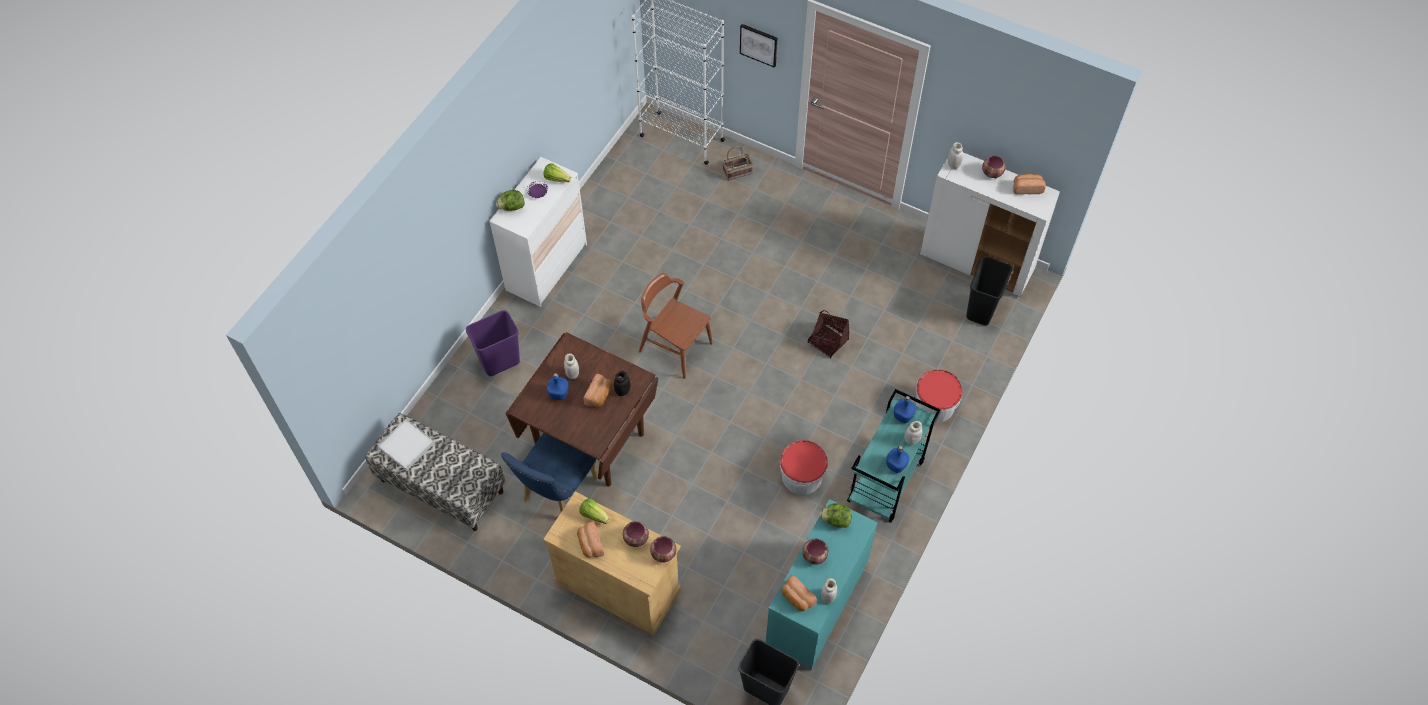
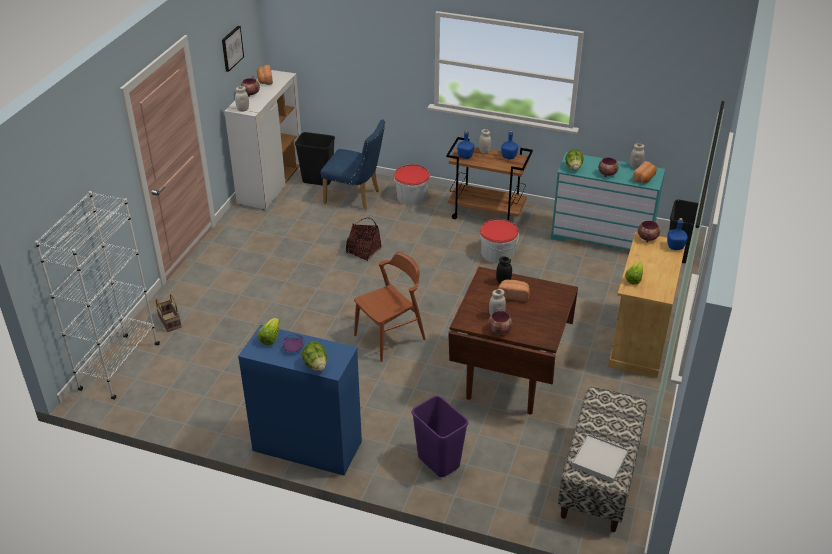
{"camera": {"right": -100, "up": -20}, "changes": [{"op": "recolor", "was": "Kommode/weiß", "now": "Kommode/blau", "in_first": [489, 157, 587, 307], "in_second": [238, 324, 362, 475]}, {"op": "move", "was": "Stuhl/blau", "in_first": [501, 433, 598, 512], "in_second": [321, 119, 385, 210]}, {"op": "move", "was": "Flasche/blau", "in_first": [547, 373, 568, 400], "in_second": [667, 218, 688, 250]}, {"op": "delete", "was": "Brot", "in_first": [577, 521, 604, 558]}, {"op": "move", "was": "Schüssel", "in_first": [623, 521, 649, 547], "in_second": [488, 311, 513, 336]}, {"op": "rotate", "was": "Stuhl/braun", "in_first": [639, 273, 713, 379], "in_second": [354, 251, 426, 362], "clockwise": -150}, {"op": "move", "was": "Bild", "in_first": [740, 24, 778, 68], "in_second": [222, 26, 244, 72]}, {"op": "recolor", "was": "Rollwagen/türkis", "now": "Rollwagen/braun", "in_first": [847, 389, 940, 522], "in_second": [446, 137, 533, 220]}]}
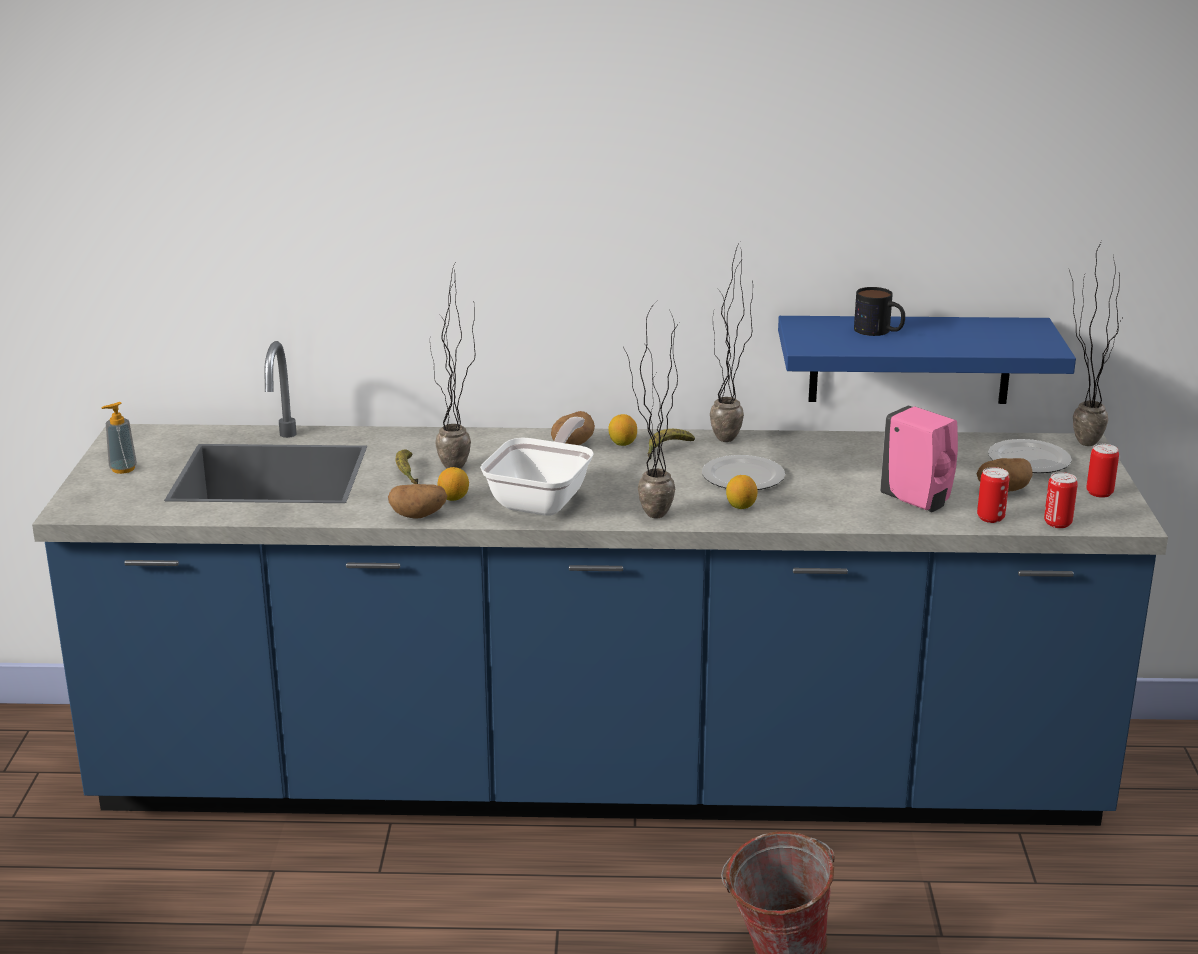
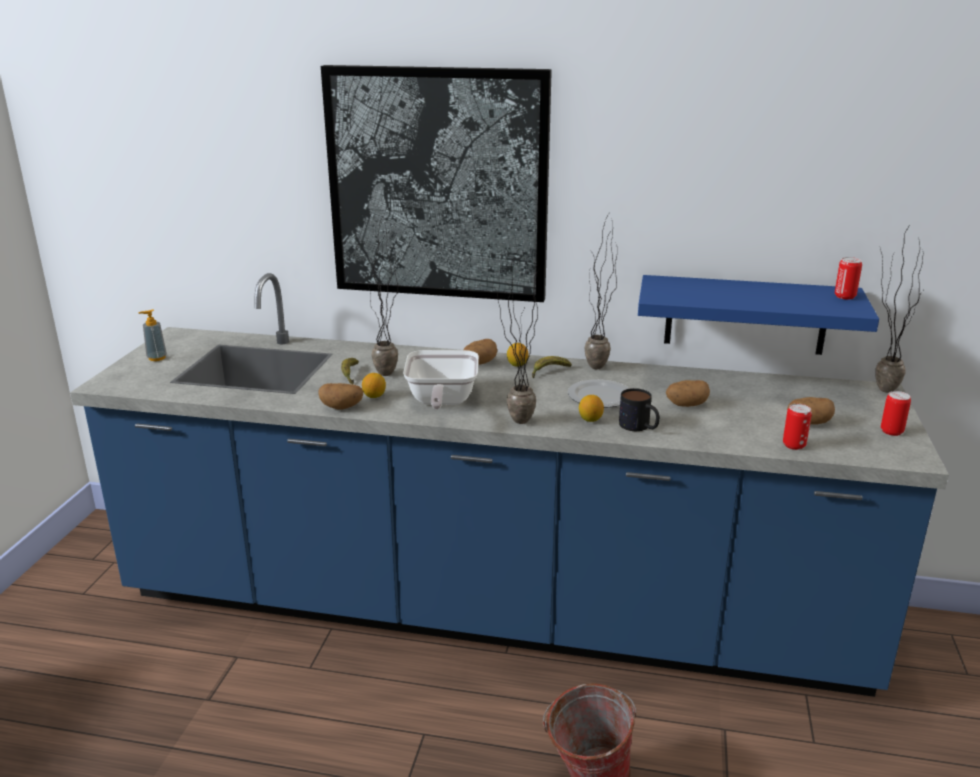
{"camera": {"right": 10, "up": 0}, "changes": [{"op": "rotate", "was": "Pfanne", "in_first": [480, 417, 594, 516], "in_second": [403, 350, 479, 410], "clockwise": 150}, {"op": "move", "was": "Henkelbecher", "in_first": [854, 287, 905, 336], "in_second": [619, 388, 660, 431]}, {"op": "delete", "was": "Seifenspender/rosa", "in_first": [880, 405, 958, 512]}, {"op": "delete", "was": "Teller", "in_first": [988, 439, 1072, 473]}, {"op": "move", "was": "Dose", "in_first": [1044, 472, 1078, 528], "in_second": [835, 257, 862, 300]}, {"op": "insert", "now": "Bild", "in_second": [321, 65, 552, 302]}, {"op": "insert", "now": "Kartoffel", "in_second": [666, 380, 710, 407]}]}
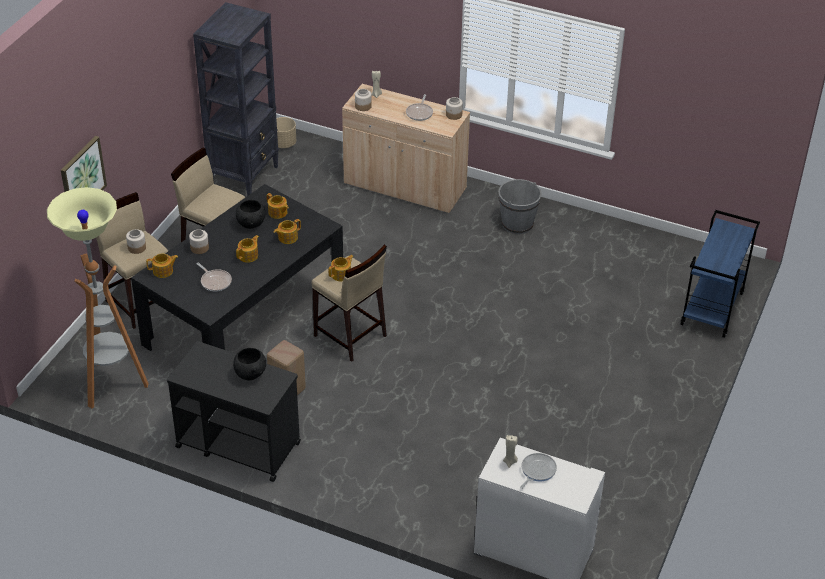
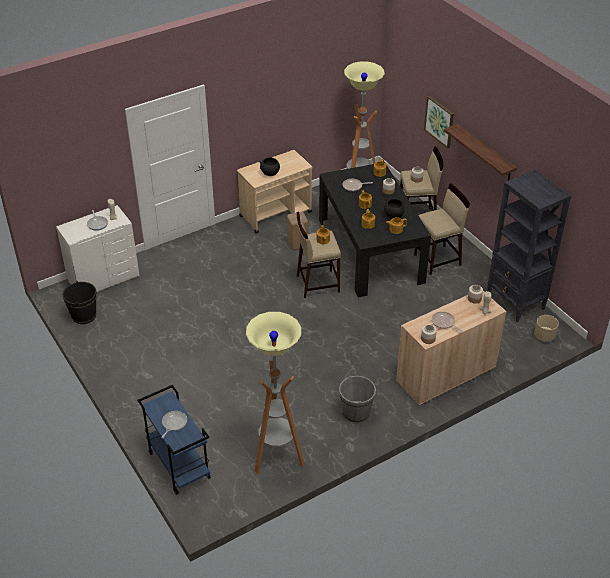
{"camera": {"right": 125, "up": 0}, "changes": [{"op": "recolor", "was": "Rollwagen/schwarz", "now": "Rollwagen/beige", "in_first": [167, 341, 301, 482], "in_second": [237, 150, 313, 233]}, {"op": "insert", "now": "Eimer/schwarz", "in_second": [62, 281, 97, 324]}, {"op": "insert", "now": "Pfanne", "in_second": [161, 411, 187, 438]}, {"op": "insert", "now": "Stehlampe", "in_second": [246, 312, 305, 474]}, {"op": "insert", "now": "Wandregal", "in_second": [444, 124, 517, 180]}]}
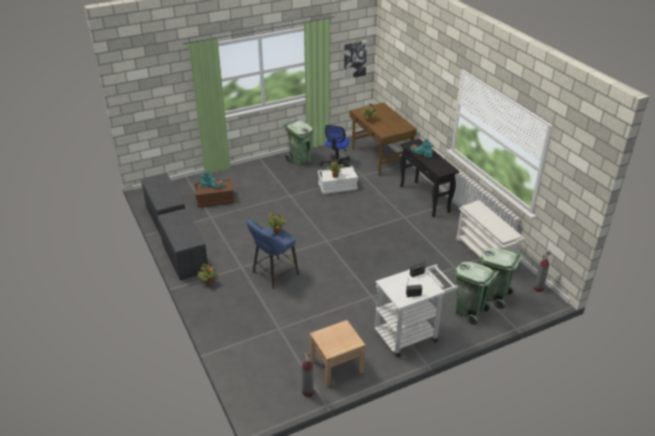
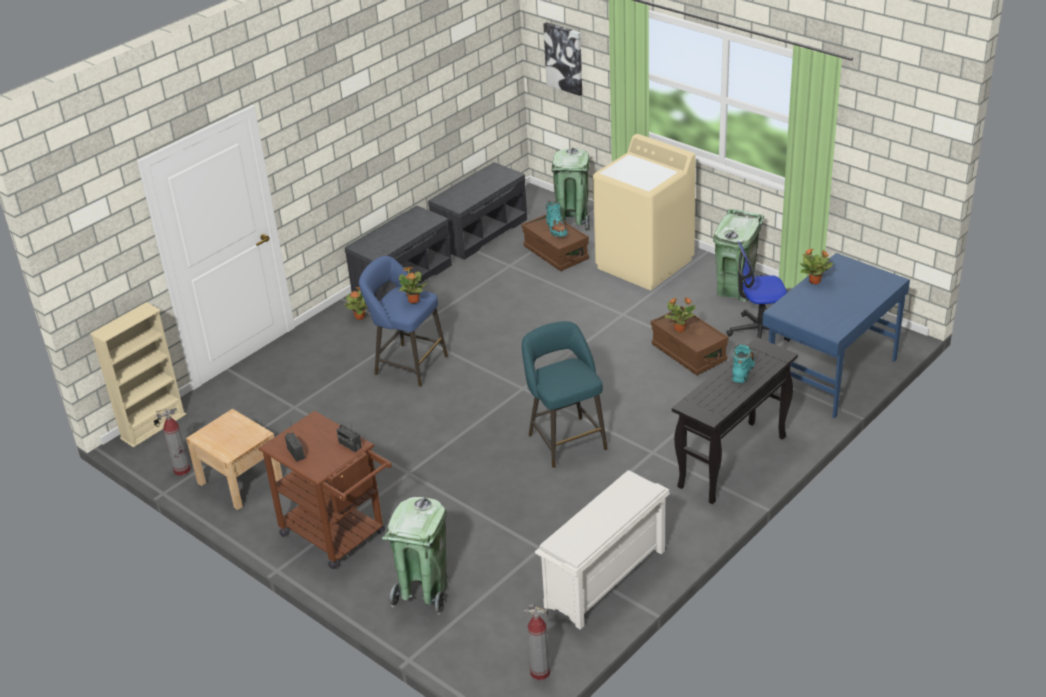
{"camera": {"right": 70, "up": 0}, "changes": [{"op": "recolor", "was": "Aufbewahrungsbox/weiß", "now": "Aufbewahrungsbox/braun", "in_first": [318, 166, 358, 194], "in_second": [651, 306, 728, 375]}, {"op": "move", "was": "Bild", "in_first": [344, 40, 367, 80], "in_second": [543, 22, 582, 96]}, {"op": "recolor", "was": "Schreibtisch/braun", "now": "Schreibtisch/blau", "in_first": [349, 102, 417, 176], "in_second": [762, 253, 910, 418]}, {"op": "recolor", "was": "Rollwagen/weiß", "now": "Rollwagen/braun", "in_first": [375, 265, 458, 357], "in_second": [258, 411, 392, 569]}, {"op": "move", "was": "Mülleimer/grün", "in_first": [480, 248, 523, 310], "in_second": [552, 147, 590, 231]}, {"op": "insert", "now": "Bücherregal/beige", "in_second": [90, 302, 186, 448]}, {"op": "insert", "now": "Hocker/türkis", "in_second": [522, 321, 607, 468]}, {"op": "insert", "now": "Waschmaschine/beige", "in_second": [593, 134, 695, 290]}]}
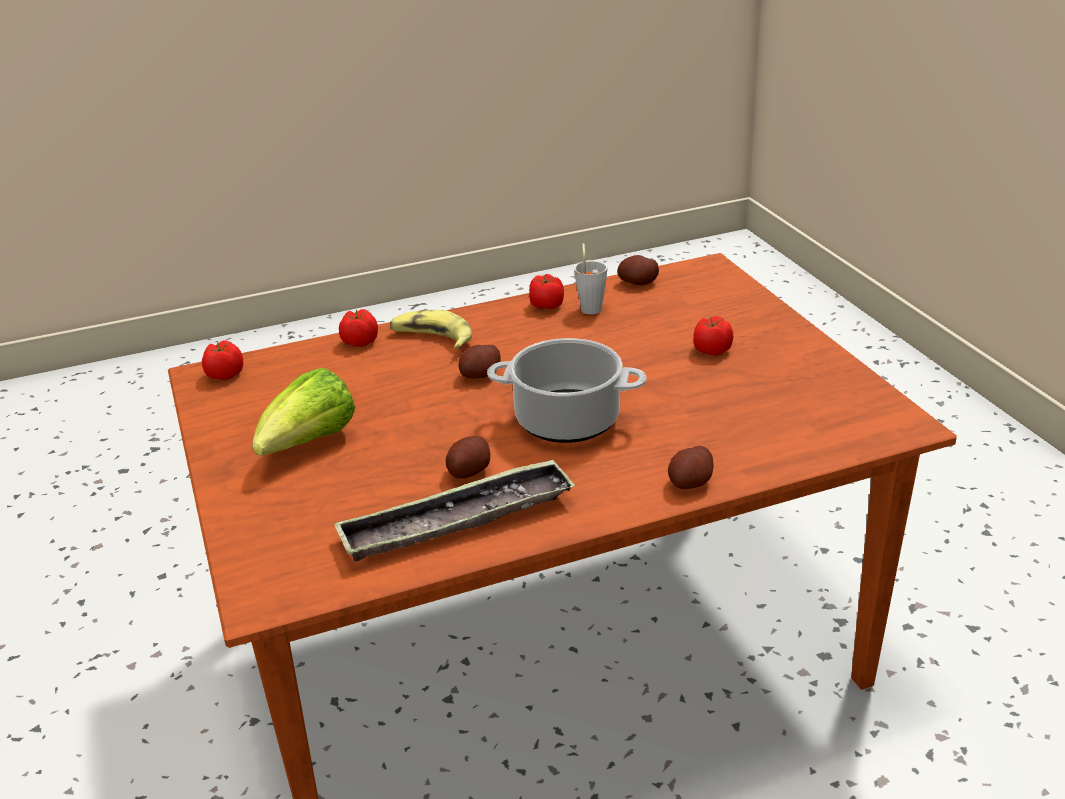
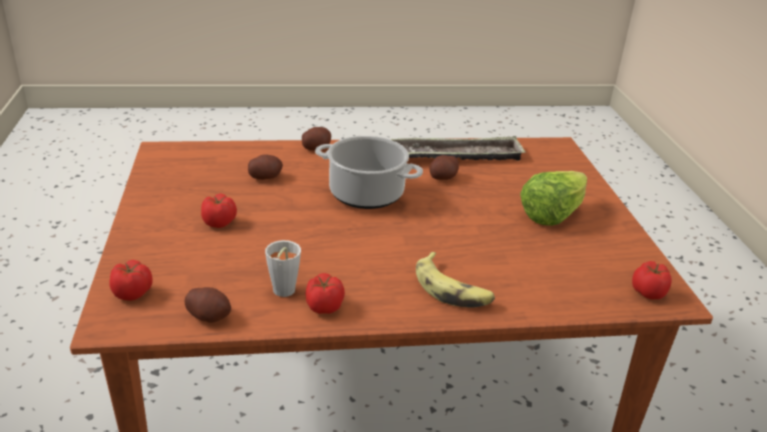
{"camera": {"right": -170, "up": 0}, "changes": [{"op": "move", "was": "Tomate", "in_first": [339, 309, 378, 347], "in_second": [109, 260, 153, 301]}, {"op": "move", "was": "Kartoffel", "in_first": [459, 345, 501, 379], "in_second": [248, 154, 283, 180]}]}
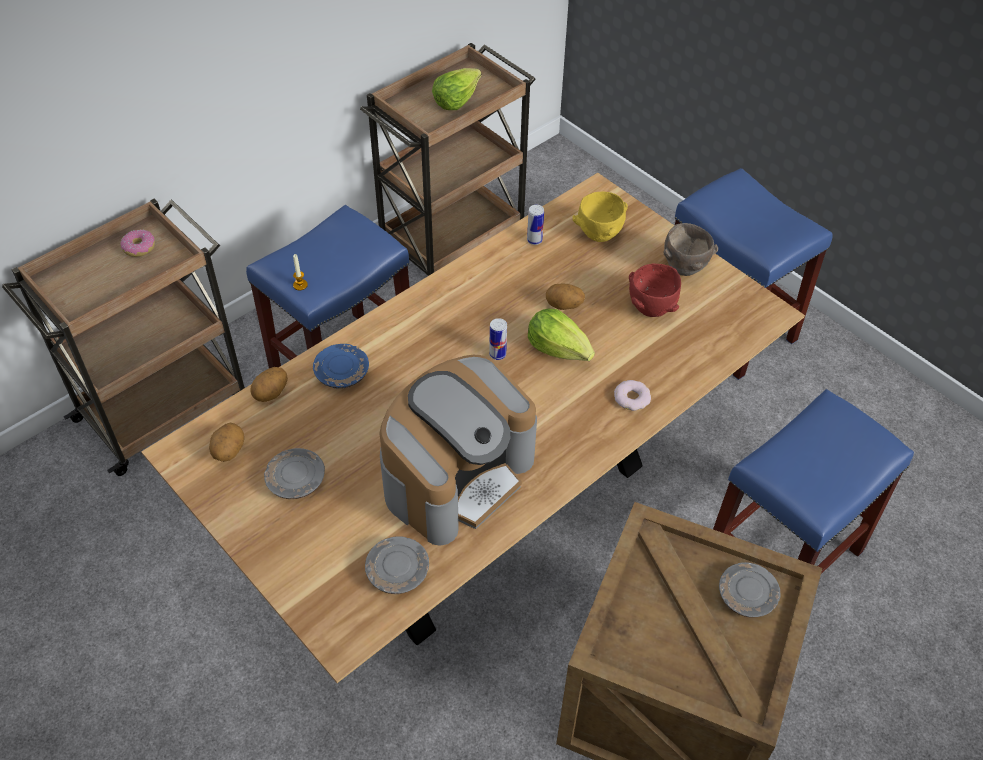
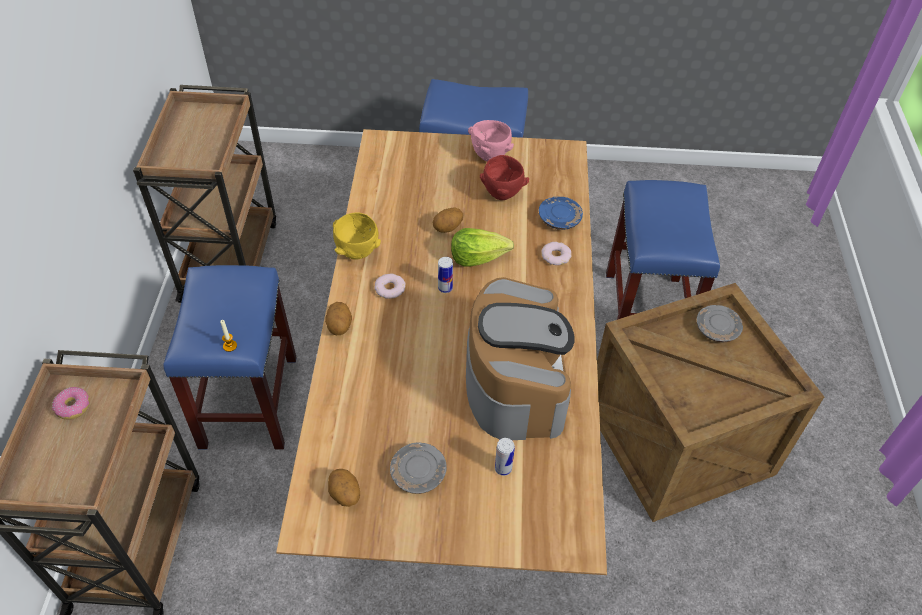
{"camera": {"right": -45, "up": 0}, "changes": [{"op": "move", "was": "Kartoffel", "in_first": [250, 367, 288, 402], "in_second": [325, 302, 352, 335]}, {"op": "move", "was": "Teller/blau", "in_first": [313, 344, 369, 389], "in_second": [539, 197, 583, 230]}, {"op": "delete", "was": "Teller/grau", "in_first": [365, 536, 429, 594]}, {"op": "delete", "was": "Salatkopf", "in_first": [432, 68, 482, 110]}, {"op": "move", "was": "Dose", "in_first": [527, 205, 544, 245], "in_second": [495, 438, 515, 476]}, {"op": "move", "was": "Schüssel/gelb", "in_first": [572, 192, 628, 242], "in_second": [333, 212, 381, 260]}, {"op": "recolor", "was": "Schüssel/braun", "now": "Schüssel/rosa", "in_first": [663, 223, 718, 276], "in_second": [468, 120, 514, 162]}, {"op": "insert", "now": "Donut", "in_second": [374, 274, 406, 299]}]}
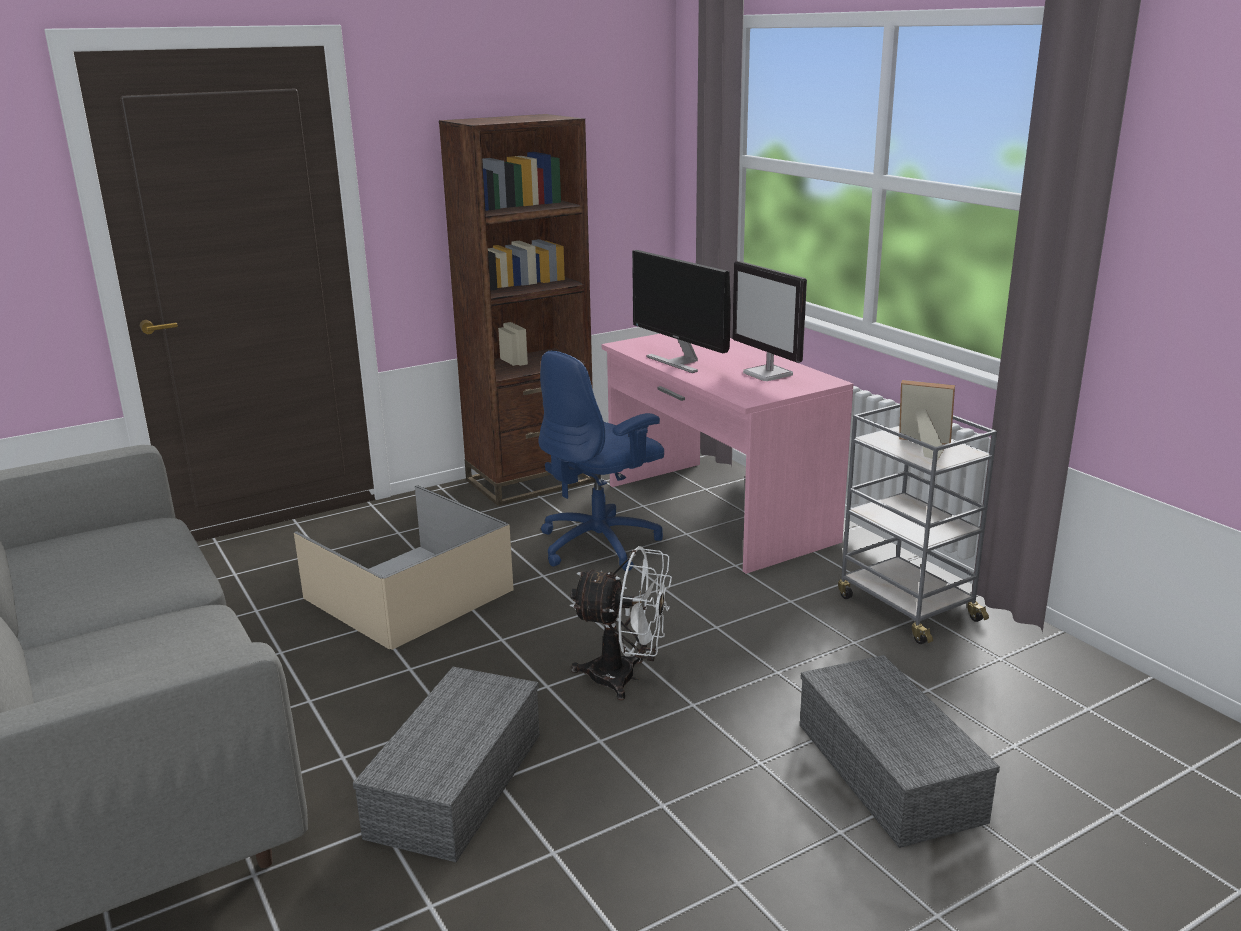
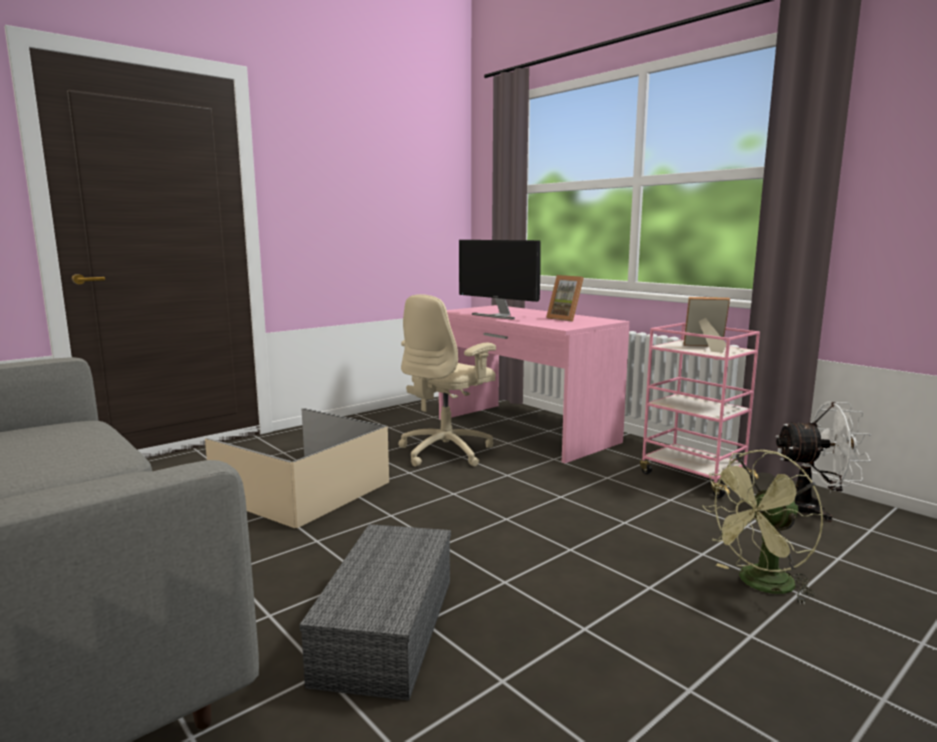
{"camera": {"right": -10, "up": -10}, "changes": [{"op": "delete", "was": "Bücherregal/braun", "in_first": [439, 114, 595, 506]}, {"op": "recolor", "was": "Bürostuhl/blau", "now": "Bürostuhl/beige", "in_first": [538, 351, 664, 571], "in_second": [398, 294, 496, 467]}, {"op": "move", "was": "Ventilator/weiß", "in_first": [570, 546, 672, 700], "in_second": [775, 402, 871, 522]}, {"op": "replace", "was": "Monitor", "now": "Bilderrahmen", "in_first": [732, 261, 807, 381], "in_second": [546, 275, 584, 322]}, {"op": "replace", "was": "Aufbewahrungsbox/grau", "now": "Ventilator/grün", "in_first": [800, 655, 1000, 848], "in_second": [702, 450, 823, 605]}, {"op": "recolor", "was": "Rollwagen/grau", "now": "Rollwagen/rosa", "in_first": [838, 404, 997, 644], "in_second": [640, 323, 760, 498]}]}
